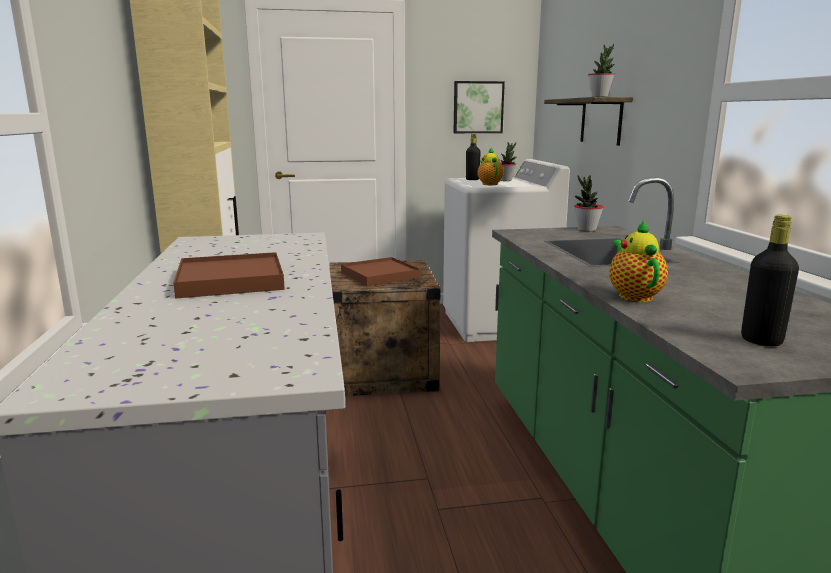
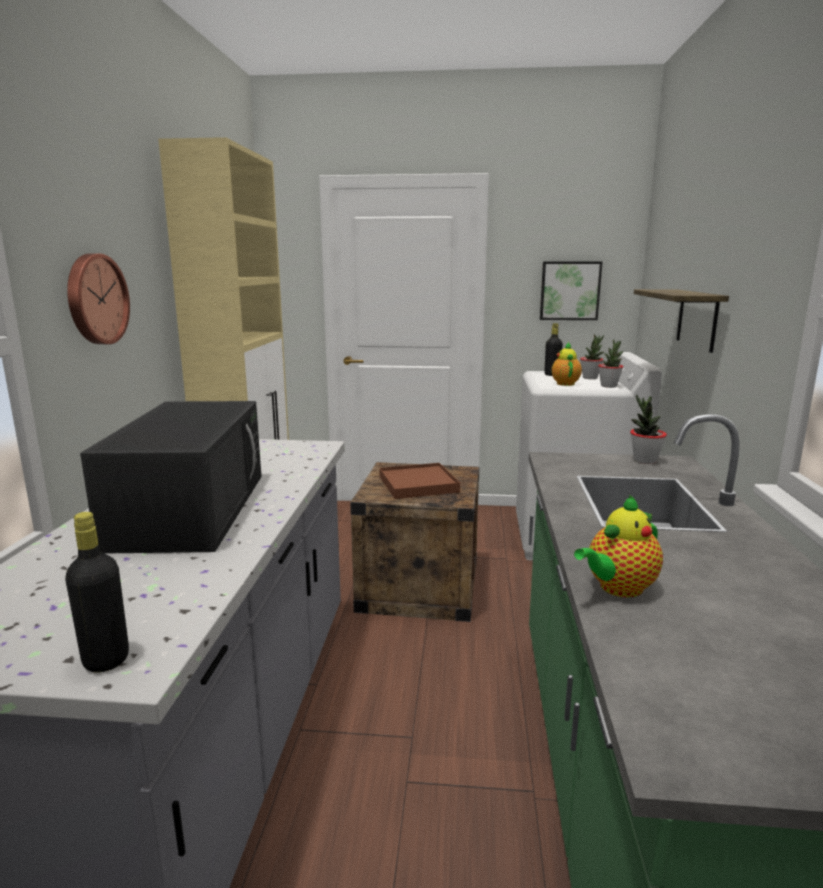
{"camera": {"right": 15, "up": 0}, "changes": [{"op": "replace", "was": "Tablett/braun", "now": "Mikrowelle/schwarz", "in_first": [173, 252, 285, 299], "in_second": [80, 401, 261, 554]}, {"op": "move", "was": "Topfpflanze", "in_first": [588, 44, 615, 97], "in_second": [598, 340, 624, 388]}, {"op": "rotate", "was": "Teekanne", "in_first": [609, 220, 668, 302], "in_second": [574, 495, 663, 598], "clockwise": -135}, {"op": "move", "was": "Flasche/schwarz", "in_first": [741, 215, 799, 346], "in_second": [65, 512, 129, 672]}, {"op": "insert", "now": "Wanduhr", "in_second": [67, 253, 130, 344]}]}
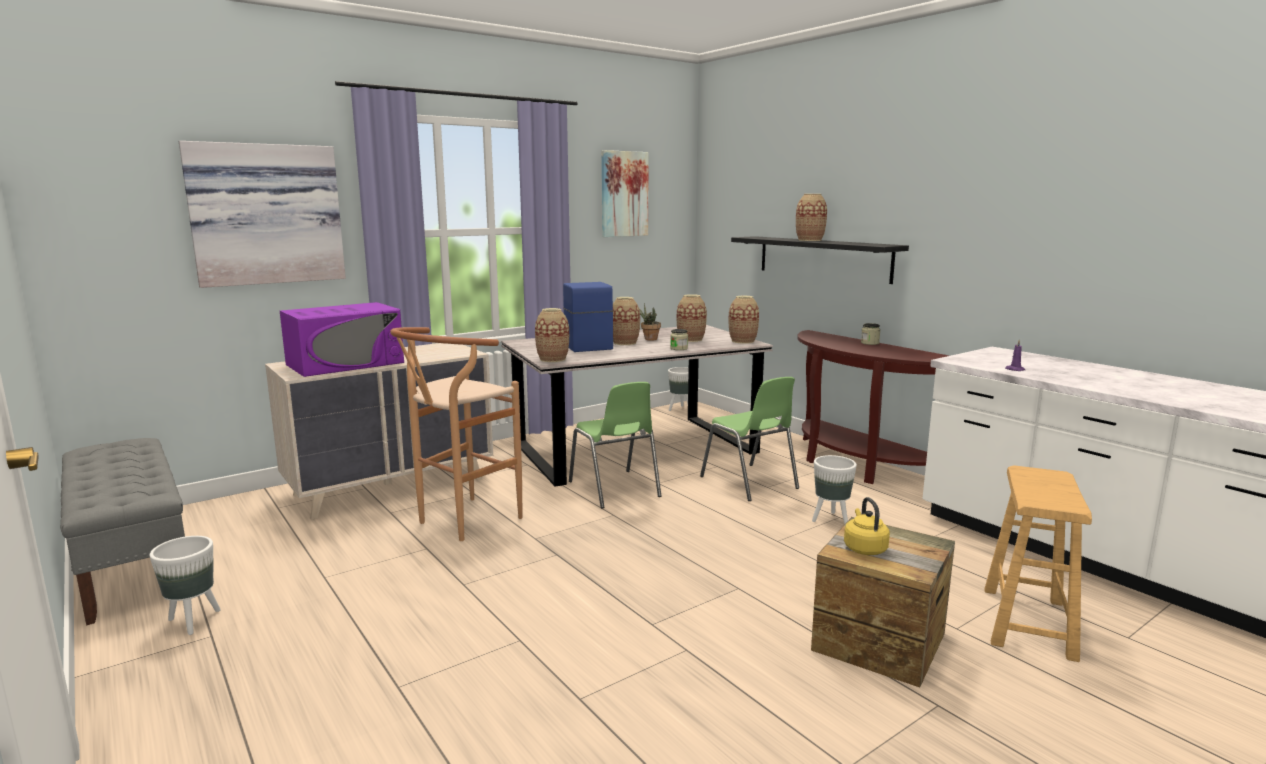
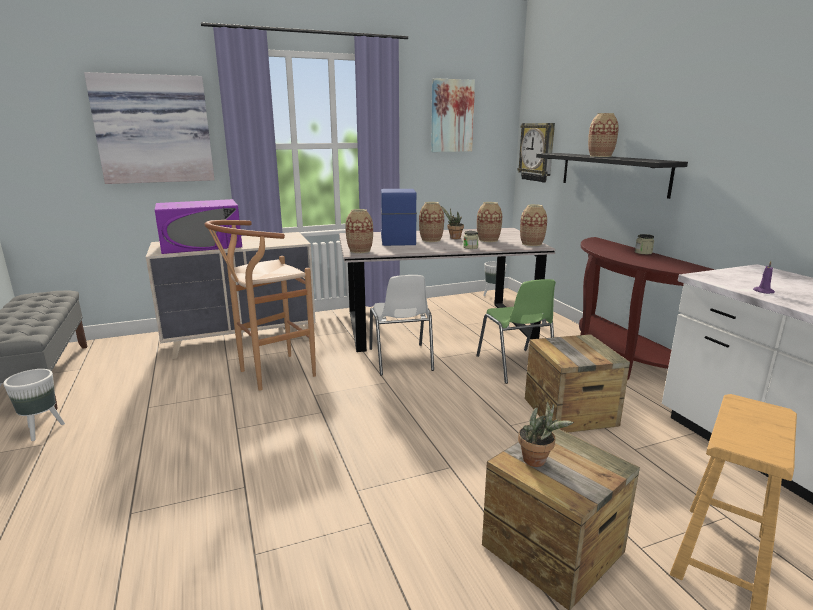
{"camera": {"right": 15, "up": 5}, "changes": [{"op": "recolor", "was": "Stuhl/grün", "now": "Stuhl/weiß", "in_first": [569, 382, 661, 508], "in_second": [369, 275, 434, 376]}, {"op": "replace", "was": "Pflanzkübel/weiß", "now": "Kiste", "in_first": [812, 455, 857, 525], "in_second": [525, 334, 630, 433]}, {"op": "replace", "was": "Wasserkessel/gelb", "now": "Topfpflanze", "in_first": [844, 497, 890, 555], "in_second": [518, 402, 574, 467]}, {"op": "insert", "now": "Wanduhr", "in_second": [517, 123, 555, 182]}]}
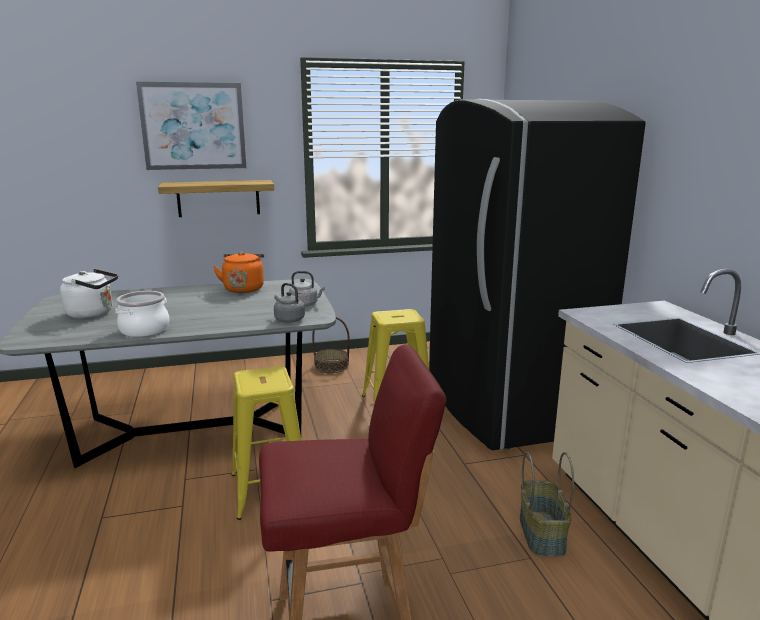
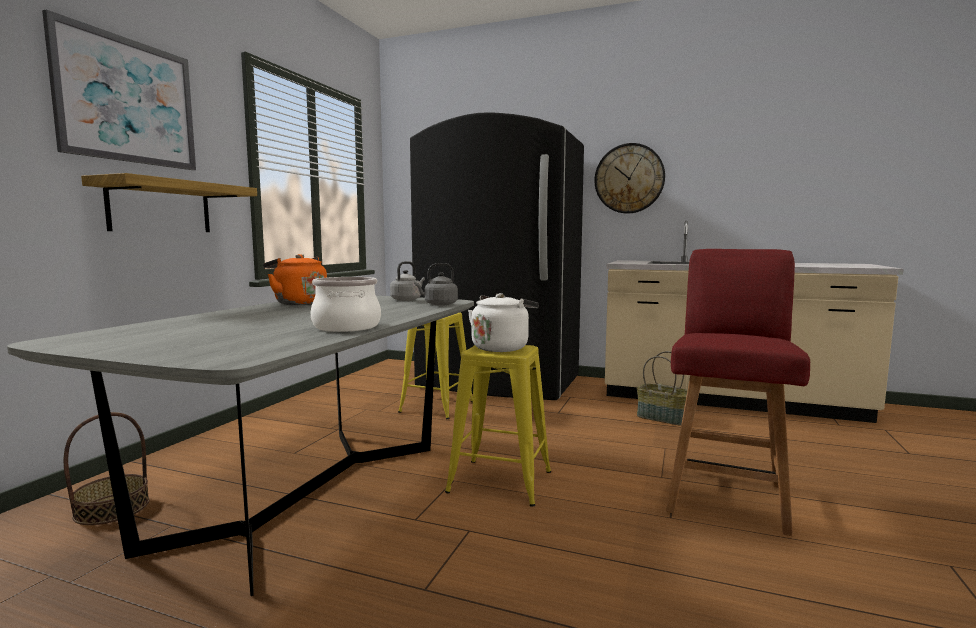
{"camera": {"right": -55, "up": -10}, "changes": [{"op": "move", "was": "Wasserkessel/weiß", "in_first": [60, 269, 118, 318], "in_second": [468, 293, 539, 352]}, {"op": "move", "was": "Korb", "in_first": [312, 317, 350, 373], "in_second": [64, 412, 150, 525]}, {"op": "insert", "now": "Wanduhr", "in_second": [595, 143, 665, 214]}]}
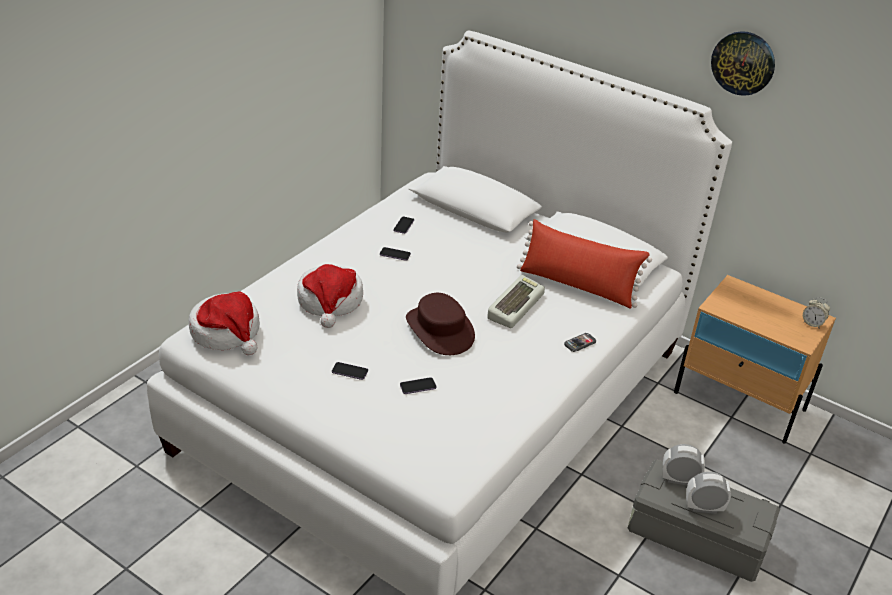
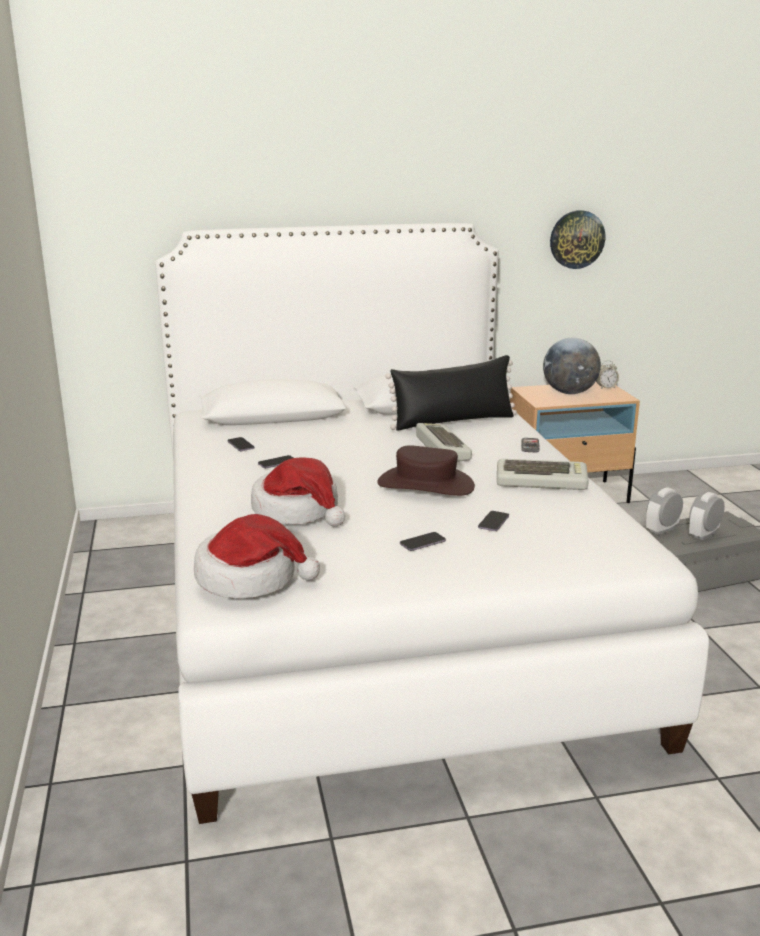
{"camera": {"right": -45, "up": -15}, "changes": [{"op": "recolor", "was": "Kissen/rot", "now": "Kissen/schwarz", "in_first": [517, 219, 652, 309], "in_second": [385, 355, 517, 431]}, {"op": "move", "was": "Wanduhr", "in_first": [711, 31, 775, 96], "in_second": [550, 210, 605, 269]}, {"op": "insert", "now": "Tastatur", "in_second": [497, 459, 589, 490]}, {"op": "insert", "now": "Globus", "in_second": [543, 338, 601, 394]}]}
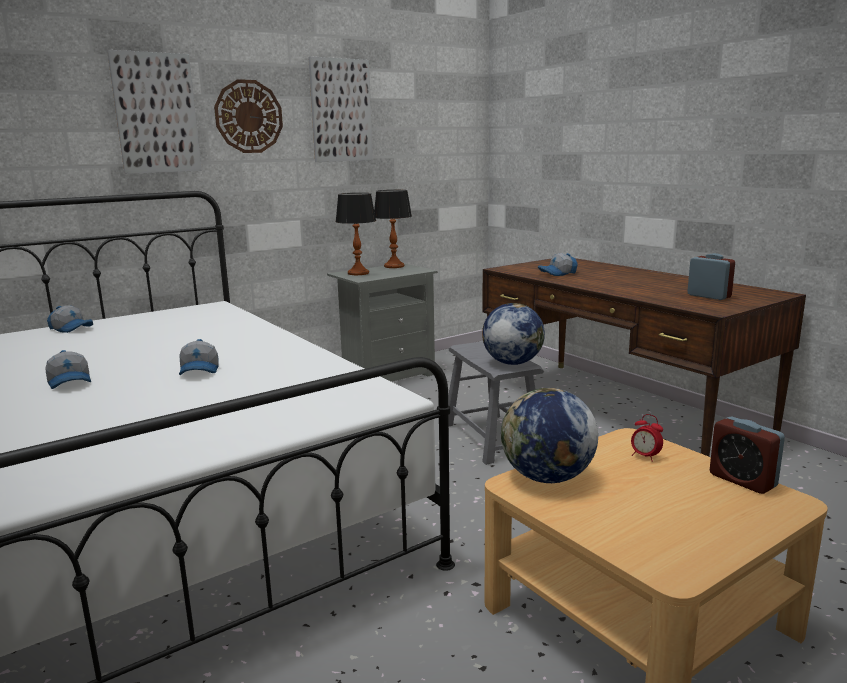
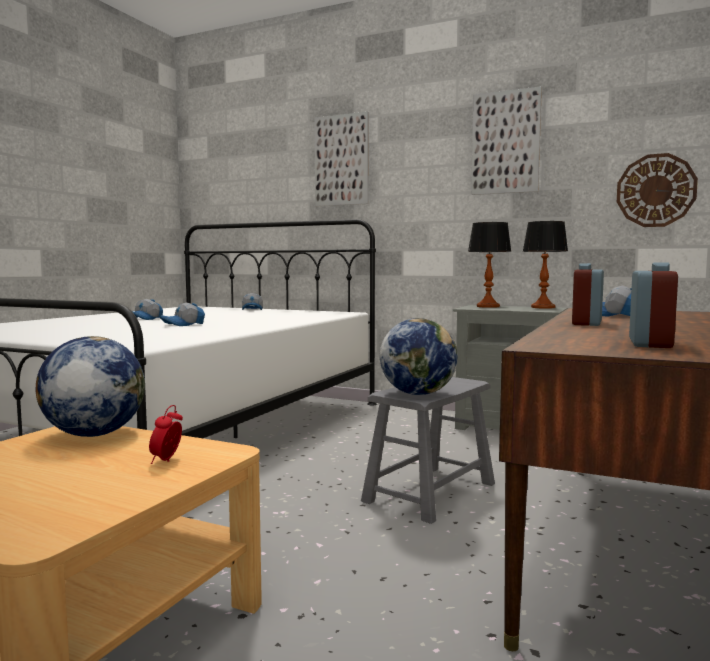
{"camera": {"right": 60, "up": -10}, "changes": [{"op": "move", "was": "Wanduhr", "in_first": [214, 79, 283, 153], "in_second": [617, 153, 698, 227]}, {"op": "move", "was": "Wecker", "in_first": [710, 417, 785, 494], "in_second": [572, 263, 604, 326]}]}
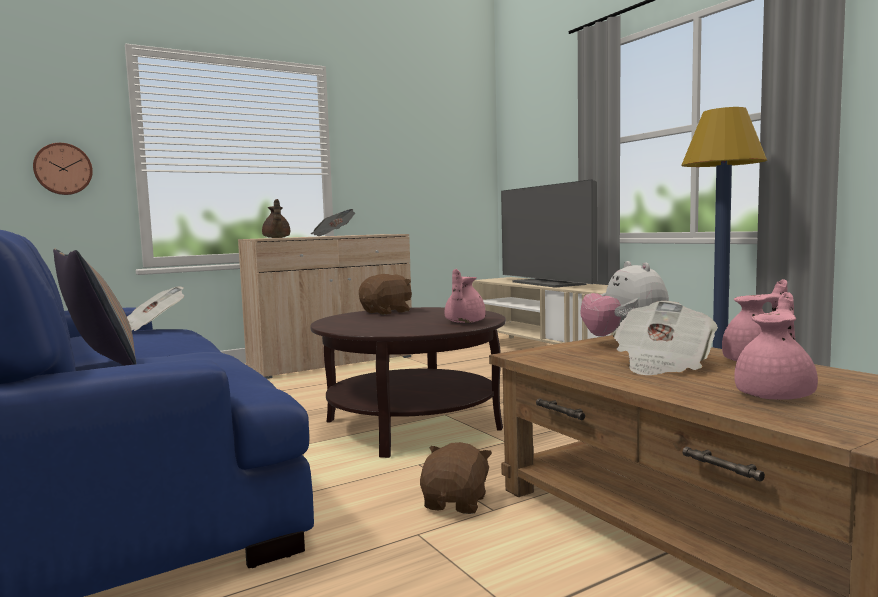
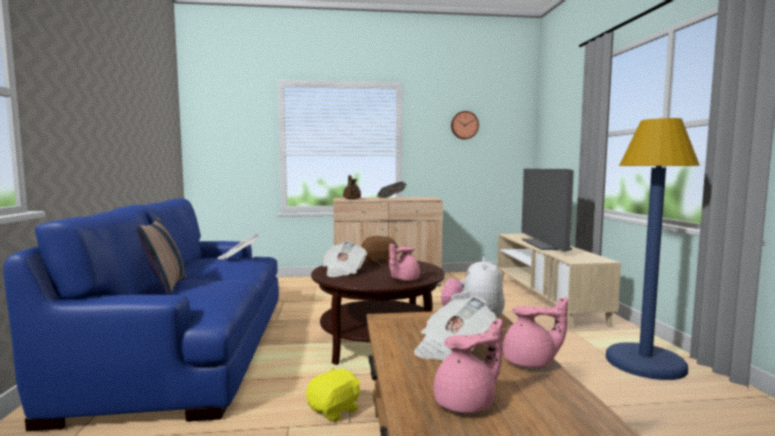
{"camera": {"right": 25, "up": 0}, "changes": [{"op": "move", "was": "Wanduhr", "in_first": [33, 143, 93, 195], "in_second": [451, 111, 479, 139]}, {"op": "recolor", "was": "Plüschtier/braun", "now": "Plüschtier/gelb", "in_first": [420, 442, 492, 514], "in_second": [306, 367, 361, 422]}, {"op": "insert", "now": "Zeitung", "in_second": [322, 242, 367, 277]}]}
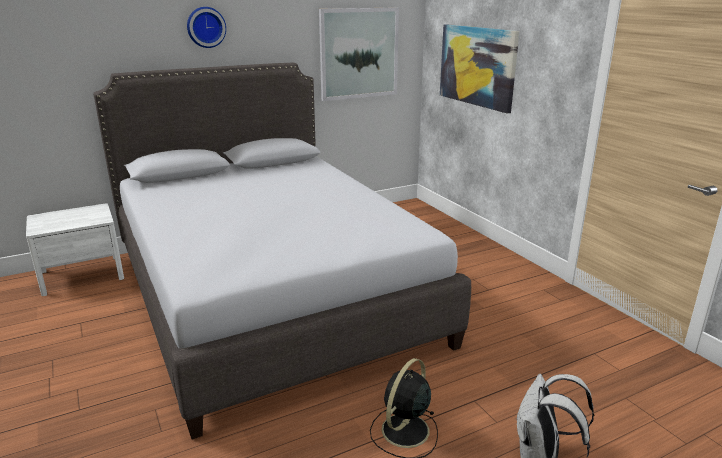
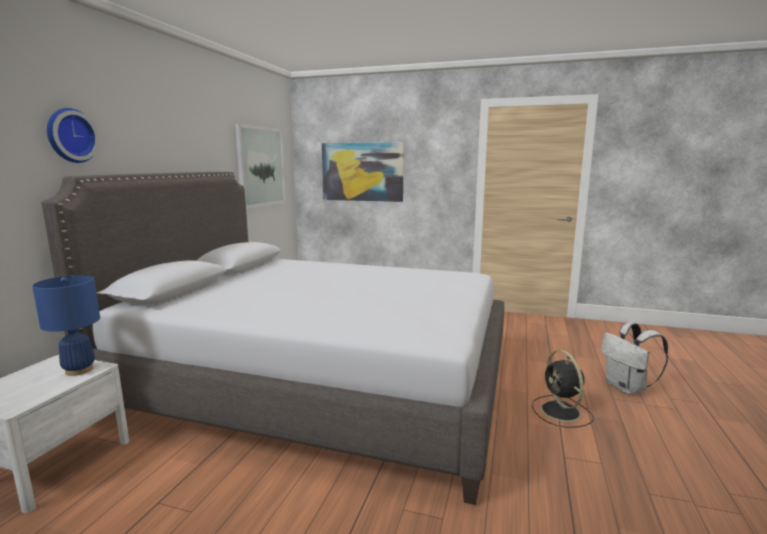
{"camera": {"right": -45, "up": -10}, "changes": [{"op": "move", "was": "Wanduhr", "in_first": [187, 7, 226, 48], "in_second": [47, 108, 99, 163]}, {"op": "insert", "now": "Tischlampe/blau", "in_second": [32, 275, 100, 376]}]}
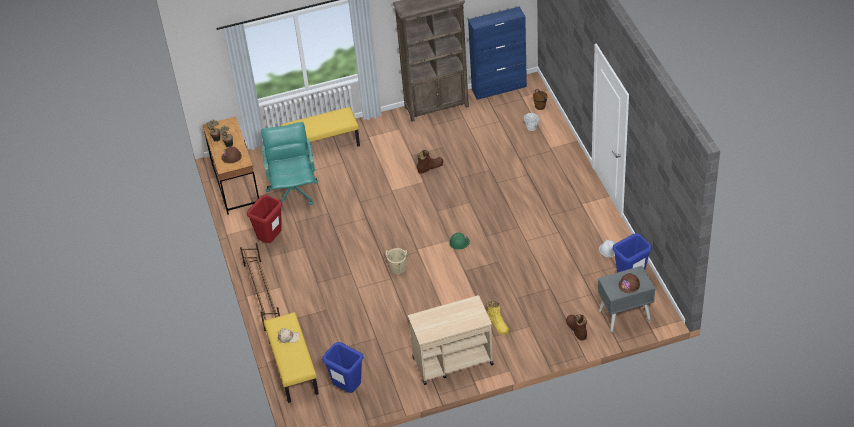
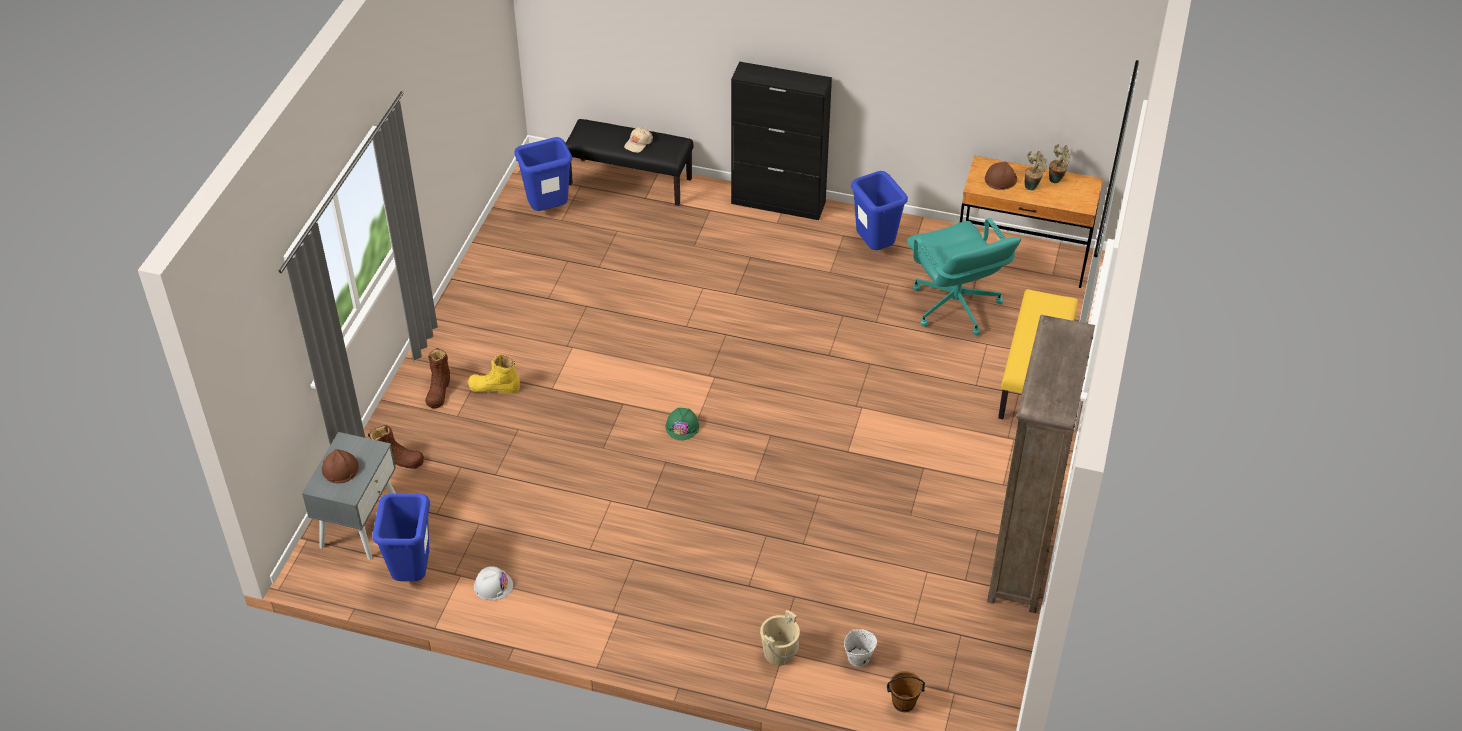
{"camera": {"right": 120, "up": 0}, "changes": [{"op": "replace", "was": "Schuhregal/braun", "now": "Schrank/schwarz", "in_first": [240, 243, 280, 331], "in_second": [731, 62, 832, 220]}, {"op": "recolor", "was": "Mülleimer/rot", "now": "Mülleimer/blau", "in_first": [247, 195, 282, 243], "in_second": [851, 171, 908, 250]}, {"op": "rotate", "was": "Bürostuhl/türkis", "in_first": [261, 122, 318, 210], "in_second": [907, 218, 1021, 335], "clockwise": 45}, {"op": "recolor", "was": "Bank/gelb", "now": "Bank/schwarz", "in_first": [263, 312, 319, 403], "in_second": [566, 119, 693, 206]}, {"op": "move", "was": "Eimer/beige", "in_first": [385, 248, 408, 274], "in_second": [760, 610, 800, 666]}, {"op": "delete", "was": "Rollwagen/beige", "in_first": [408, 295, 494, 385]}, {"op": "move", "was": "Stiefel/braun", "in_first": [417, 150, 443, 174], "in_second": [425, 348, 450, 408]}, {"op": "delete", "was": "Schrank/blau", "in_first": [468, 6, 527, 100]}]}
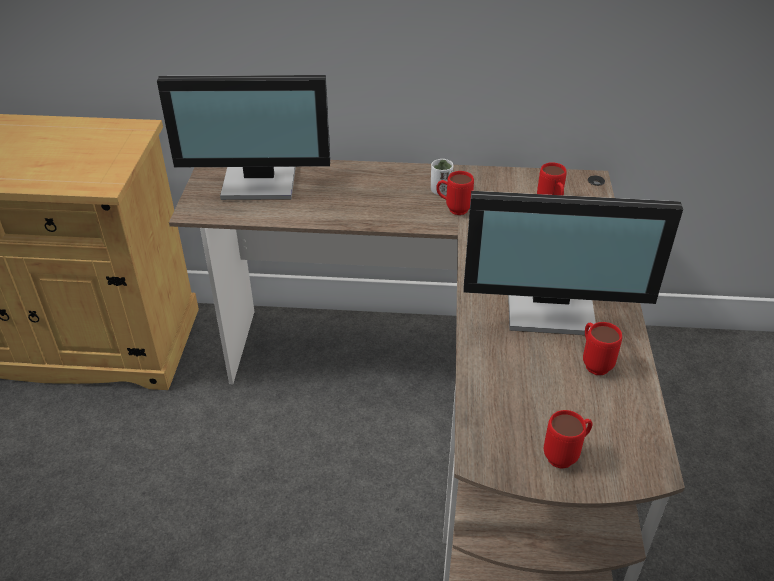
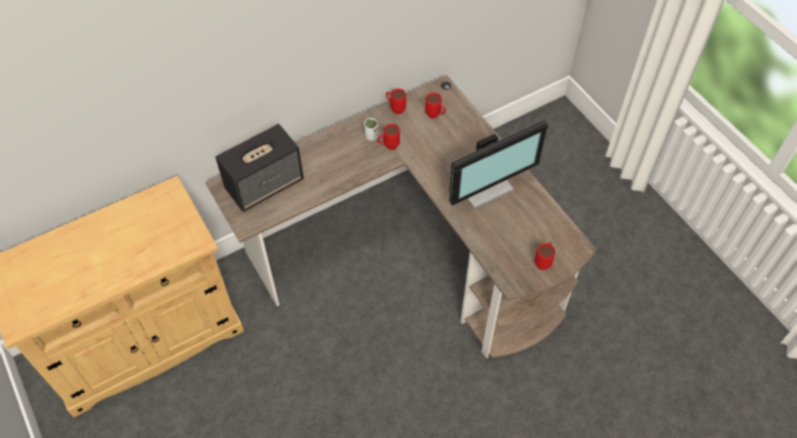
{"camera": {"right": -35, "up": 15}, "changes": [{"op": "replace", "was": "Monitor", "now": "Lautsprecher", "in_first": [157, 75, 330, 200], "in_second": [215, 124, 304, 212]}, {"op": "move", "was": "Henkelbecher/rot", "in_first": [583, 322, 622, 375], "in_second": [386, 88, 406, 114]}]}
